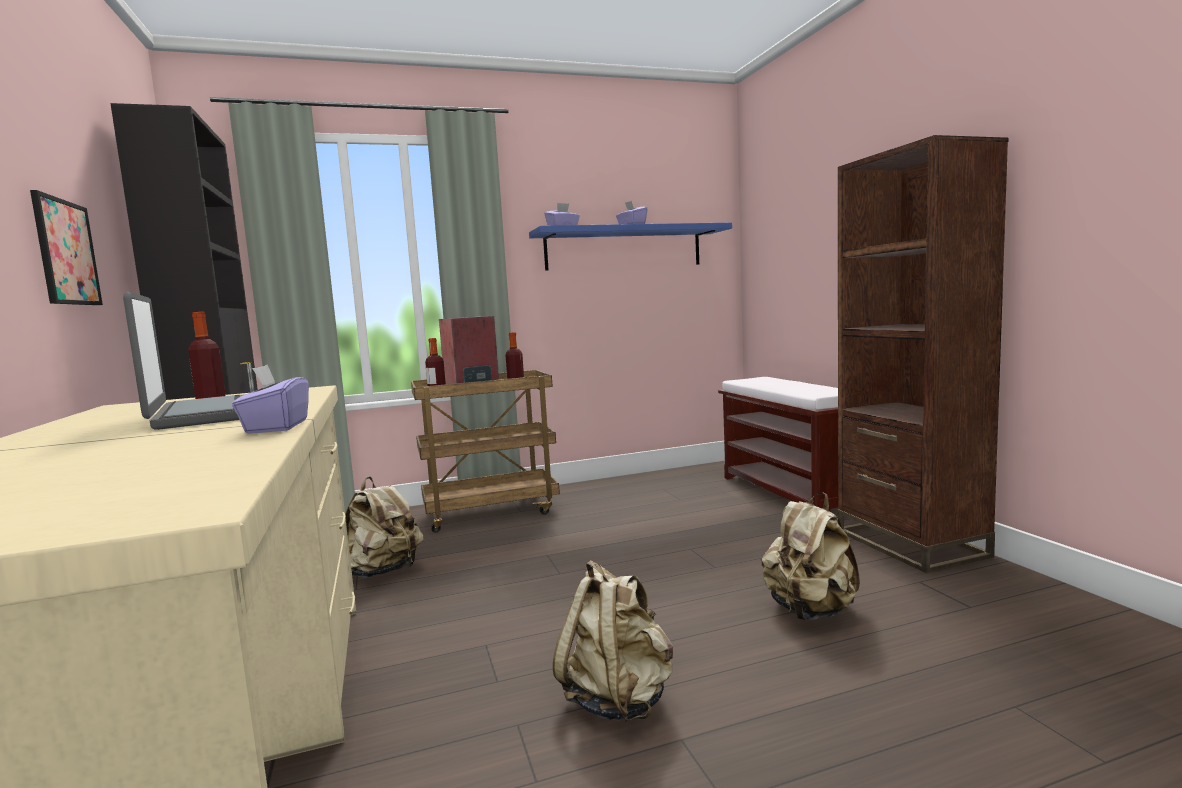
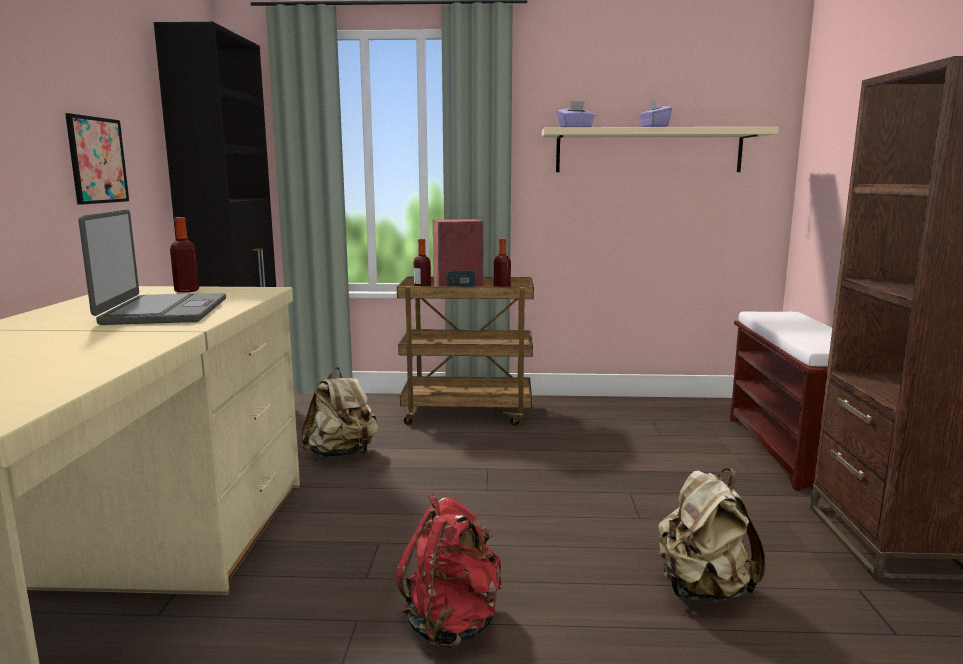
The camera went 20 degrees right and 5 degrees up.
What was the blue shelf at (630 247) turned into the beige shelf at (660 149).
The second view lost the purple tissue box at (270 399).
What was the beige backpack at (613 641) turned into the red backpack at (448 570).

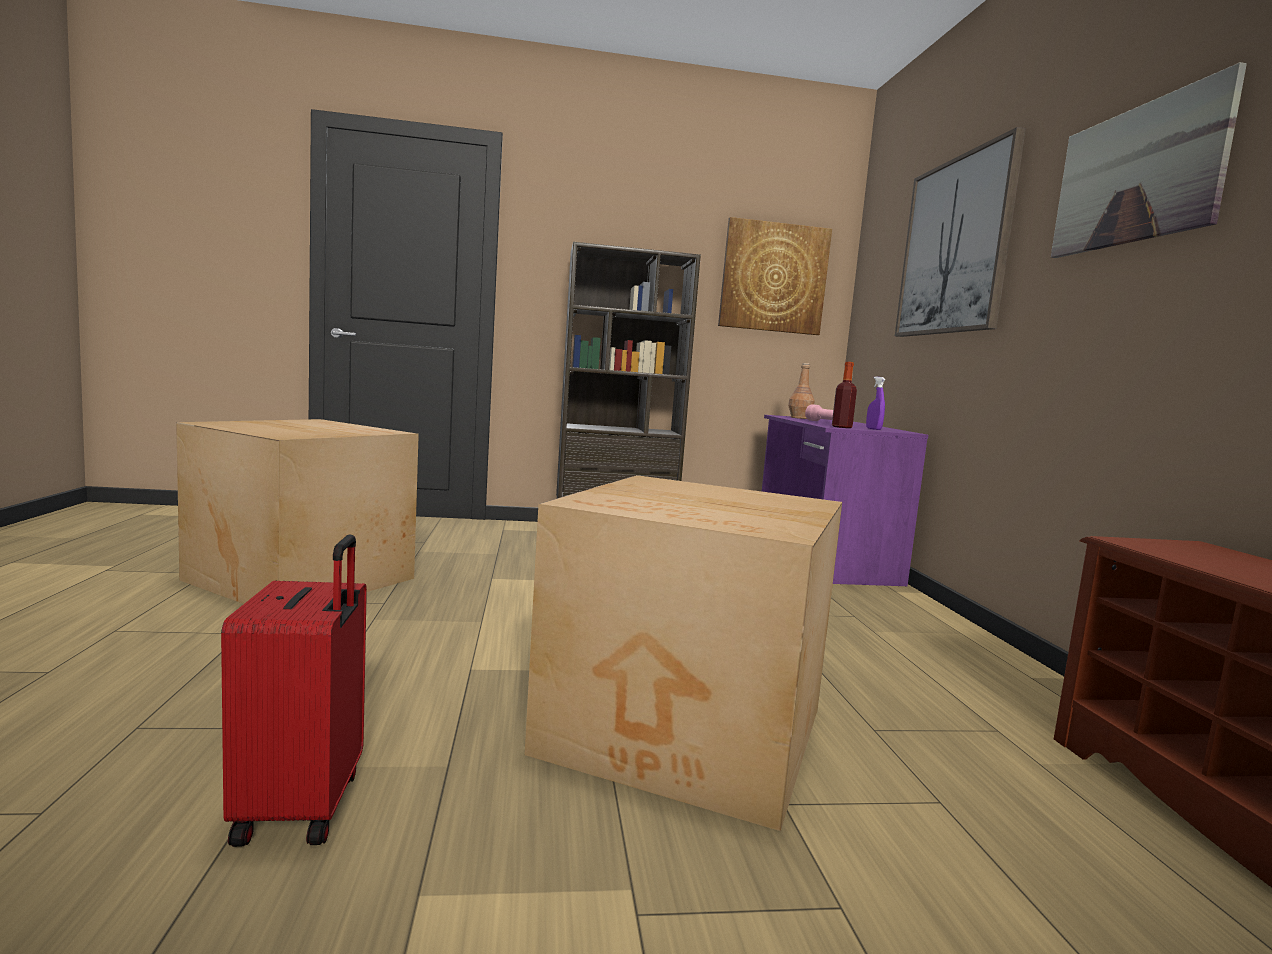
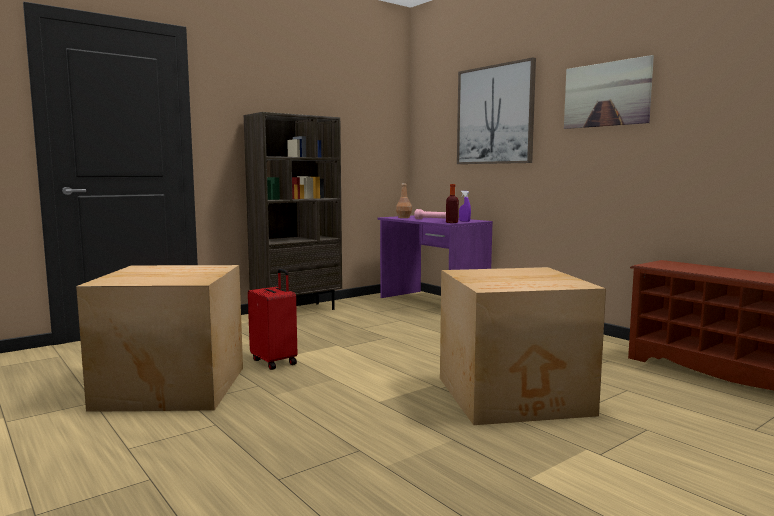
The camera went 30 degrees left and 0 degrees up.
The second view lost the picture at (775 276).
The red suitcase ended up elsewhere, having gone from (294 691) to (272 319).

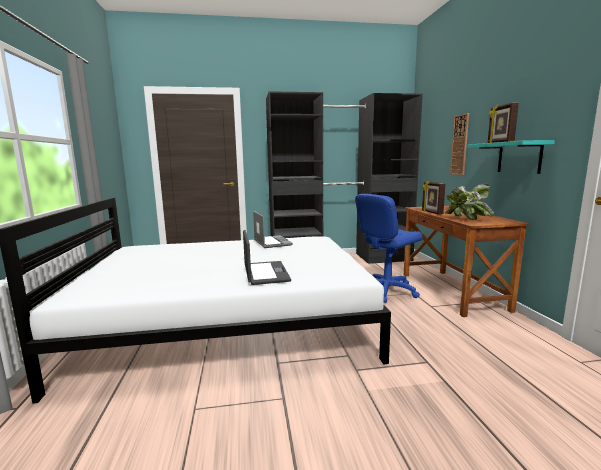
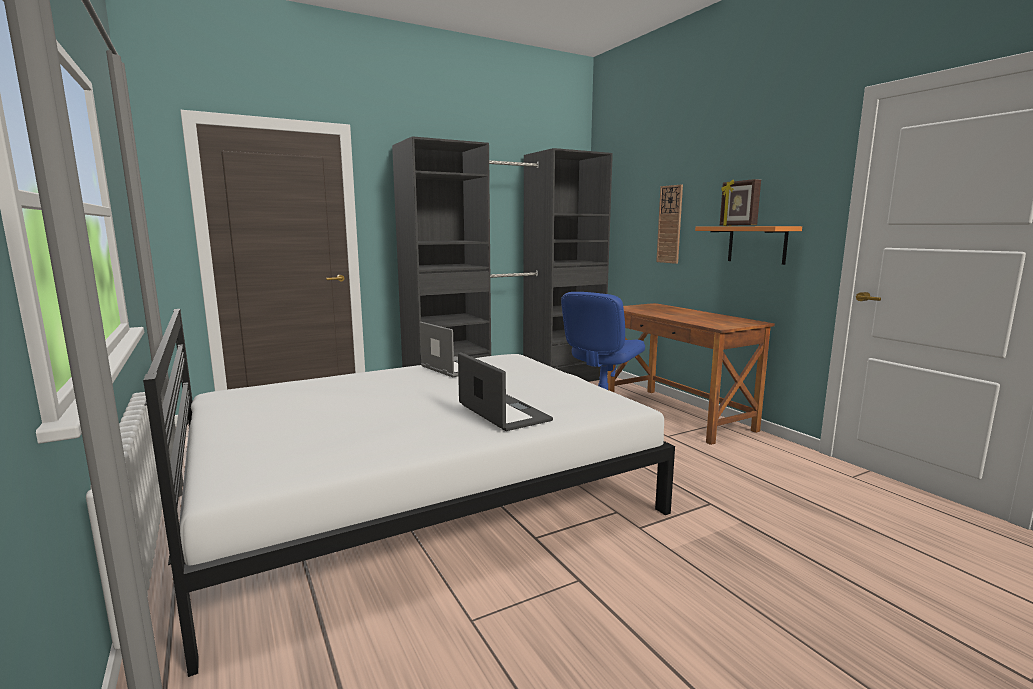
The camera went 20 degrees left and 0 degrees up.
What was the turquoise shelf at (511 157) turned into the orange shelf at (748 245).
The second view lost the picture frame at (434 198).
The second view lost the potted plant at (469 202).

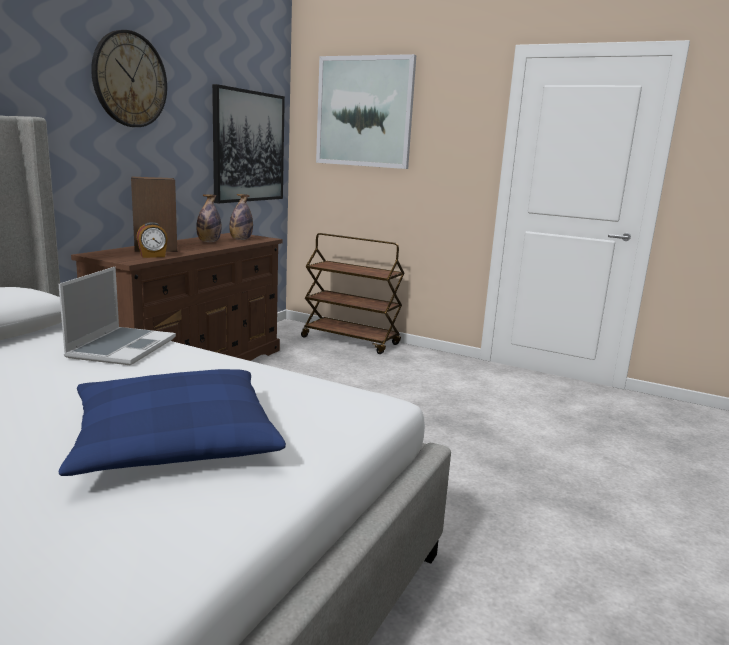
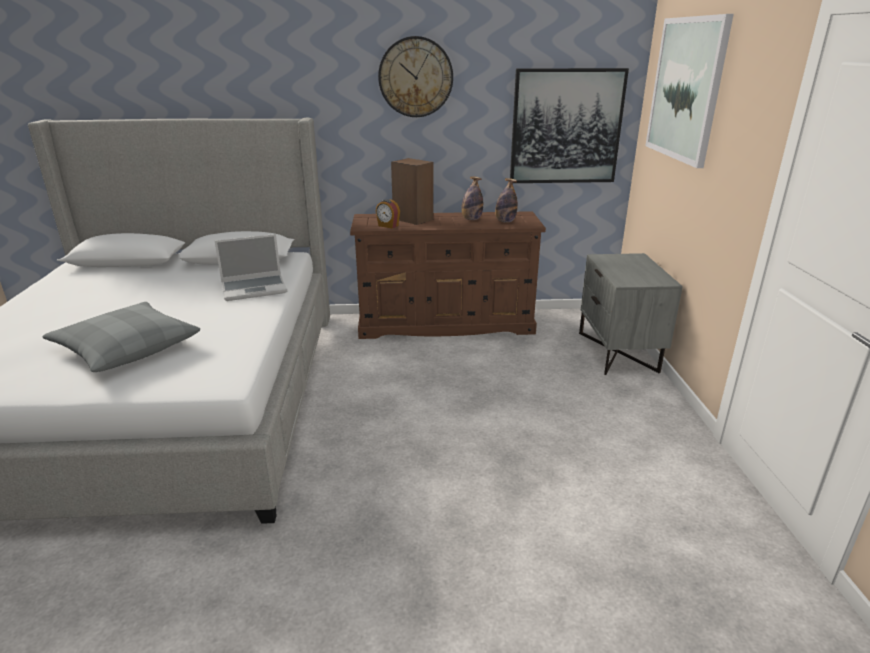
The camera went 60 degrees right and 10 degrees up.
Where the brown cart stood at (352 293), the grey nightstand came to stand at (631 314).
What was the blue pillow at (172 422) turned into the grey pillow at (121 337).

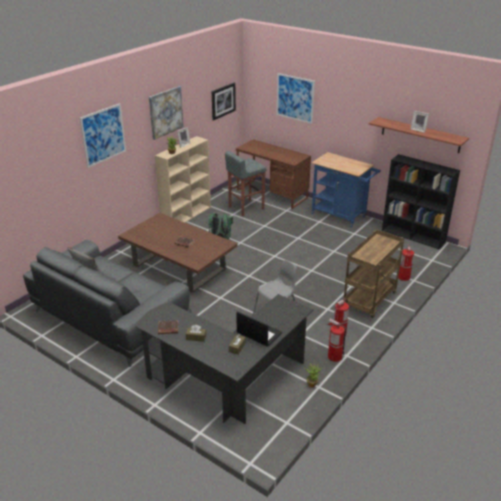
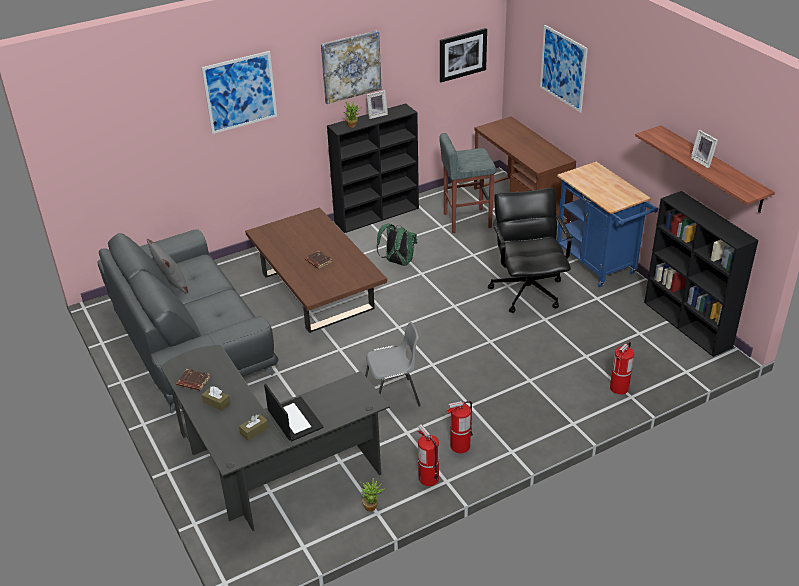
The camera went 25 degrees right and 5 degrees up.
What was the beige bookcase at (183 179) turned into the black bookcase at (373 168).
The second view lost the brown cart at (373 274).
The second view gained the black office chair at (529 250).

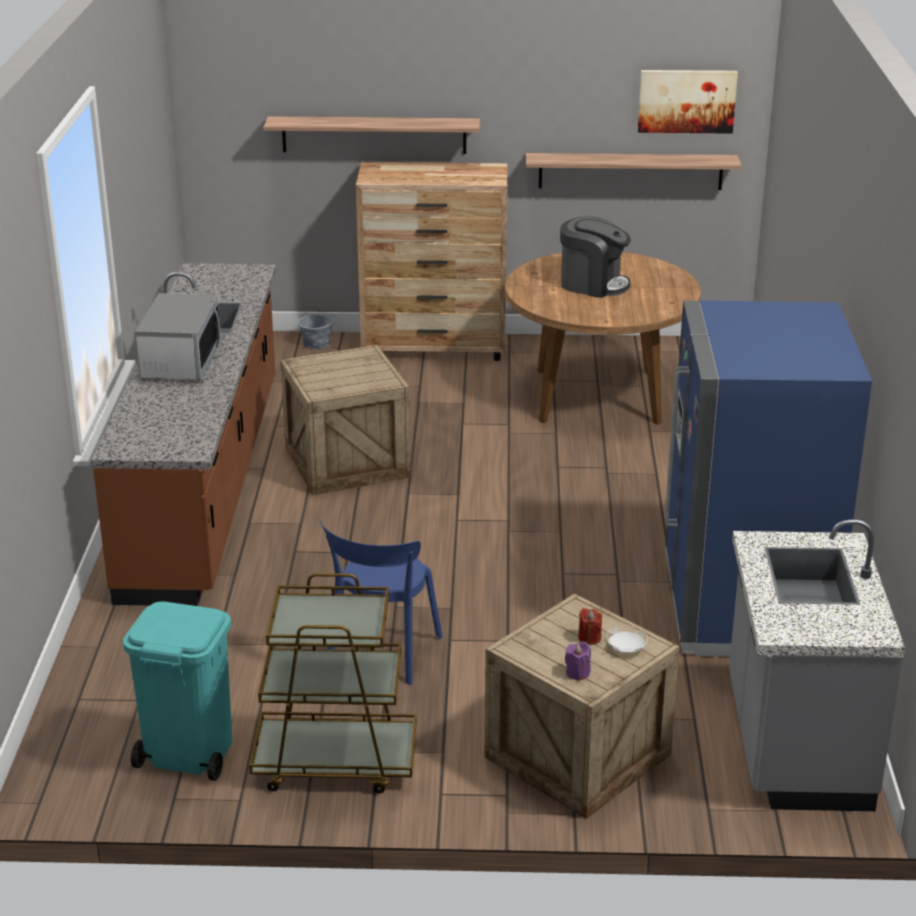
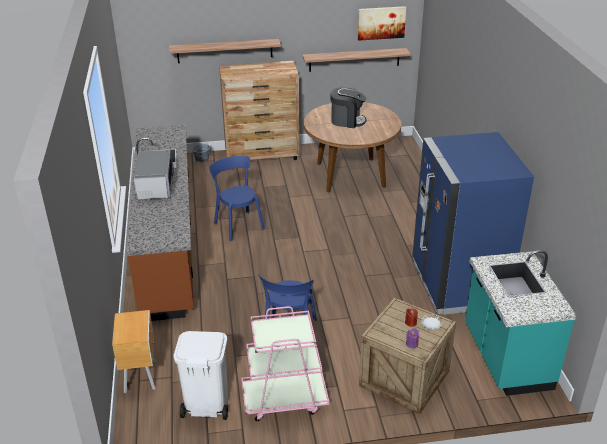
The camera went 10 degrees left and 5 degrees up.
Where the crate stood at (346 420), the blue chair came to stand at (237 198).
What was the grey counter at (817 665) turned into the turquoise counter at (520 323).
What was the brown cart at (333 683) turned into the pink cart at (285 363).
What was the turquoise trash can at (177 691) turned into the white trash can at (201 375).
The second view gained the brown nightstand at (134 351).

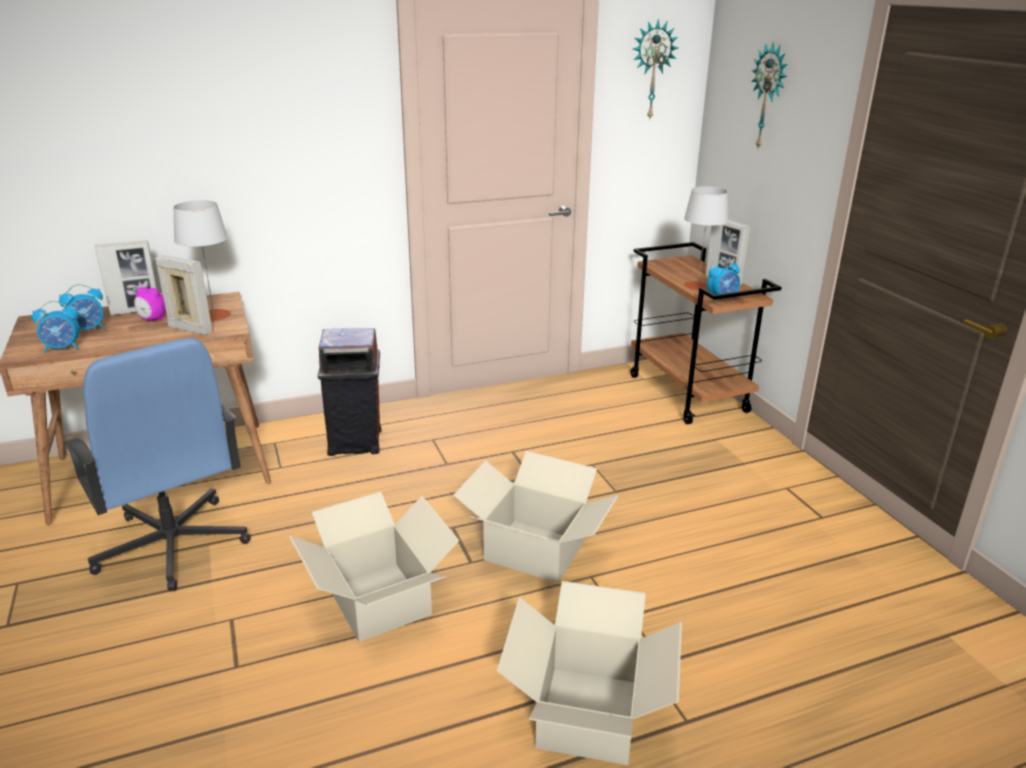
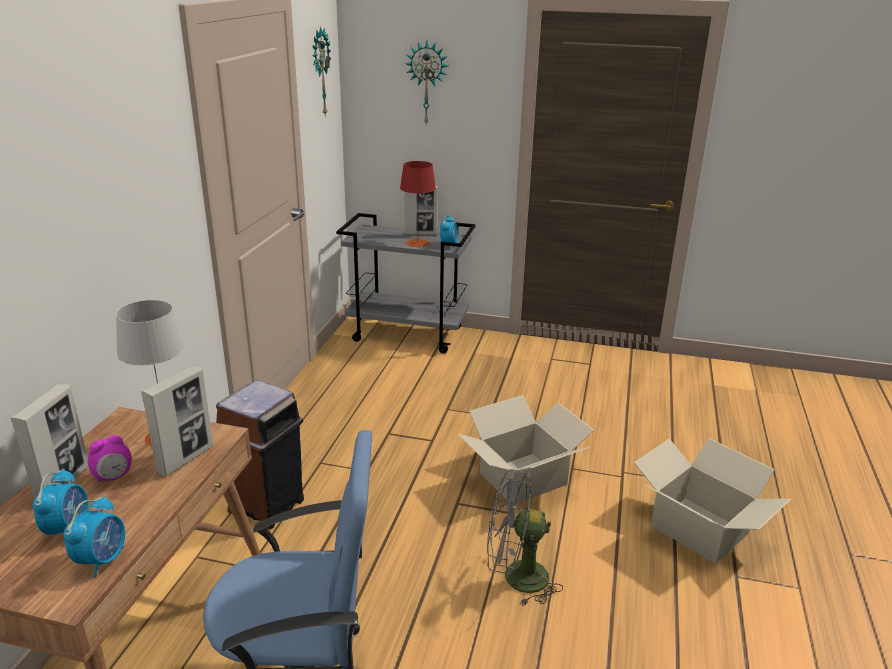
The camera went 55 degrees left and 0 degrees up.
What was the grey table lamp at (706 238) turned into the red table lamp at (418 204).
What was the brown cart at (706 333) turned into the grey cart at (405 283).
The picture frame at (184 295) ended up facing another way, 150 degrees clockwise from before.
Where the cardboard box stood at (374 566), the grey fan came to stand at (525 537).

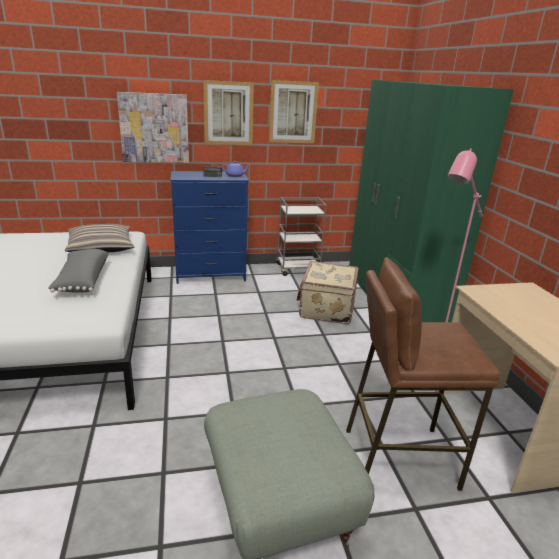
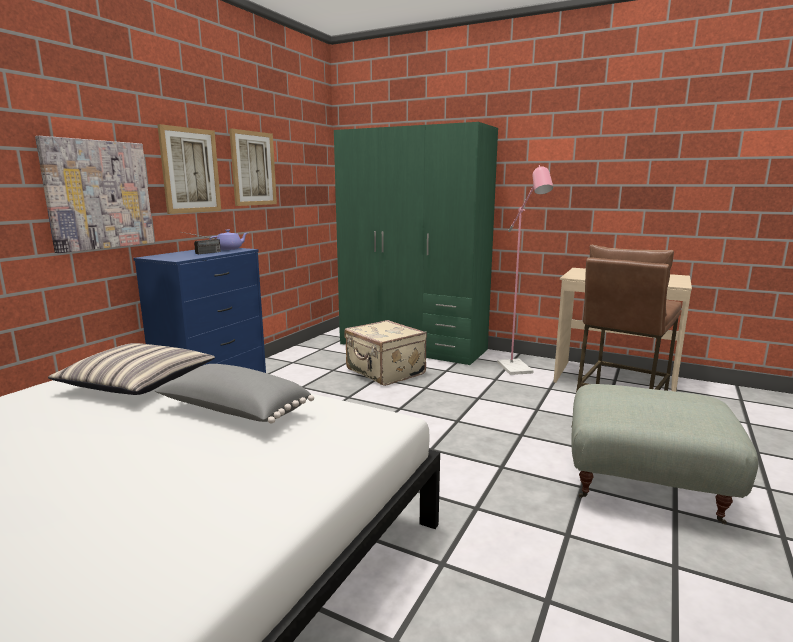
The camera went 50 degrees left and 10 degrees down.
The second view lost the grey cart at (301 236).

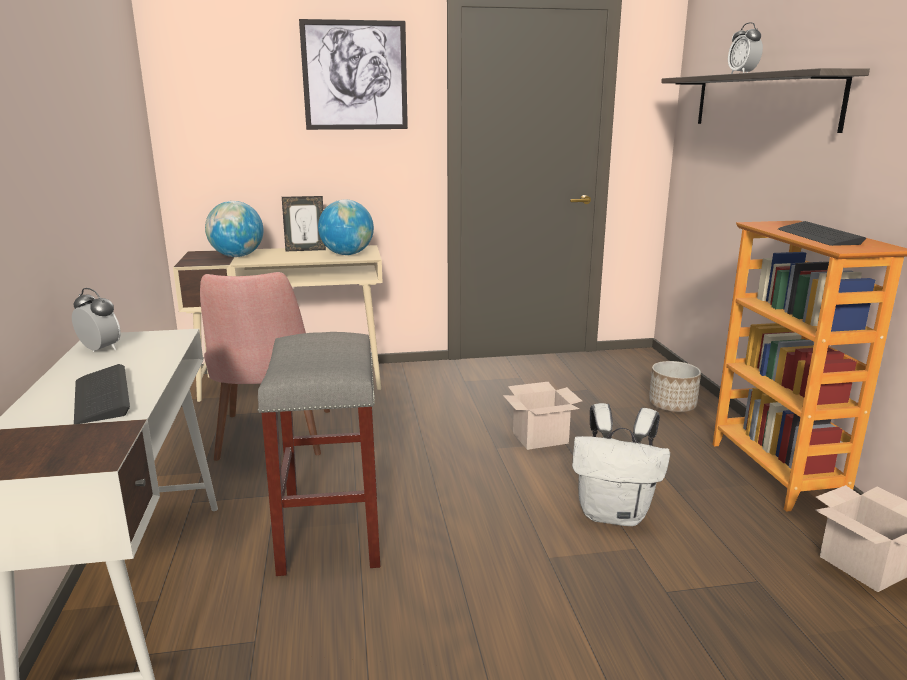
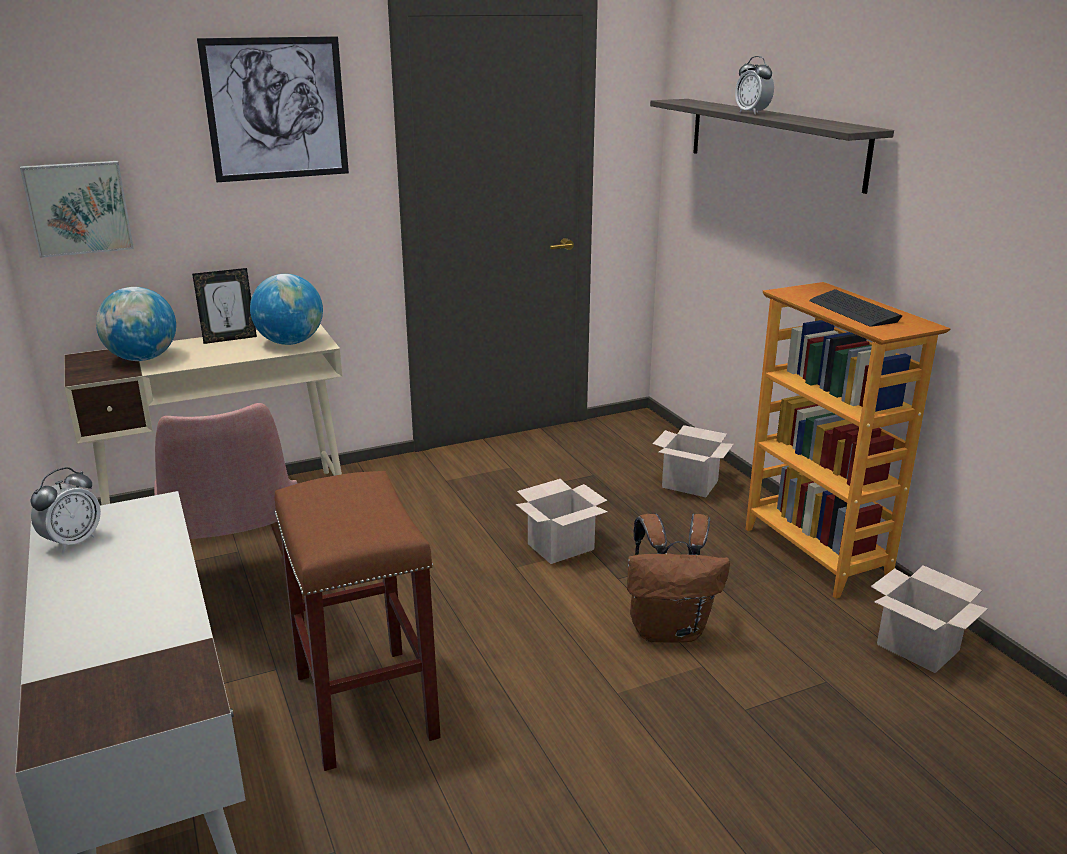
The camera went 15 degrees left and 5 degrees up.
The alarm clock at (96 320) ended up facing another way, 105 degrees clockwise from before.
What was the grey stool at (319 454) turned into the brown stool at (358 621).
Where the planter stood at (675 386), the cardboard box came to stand at (693 461).
The second view lost the keyboard at (102 394).
What was the white backpack at (621 464) turned into the brown backpack at (678 578).
The second view gained the picture at (77 209).

